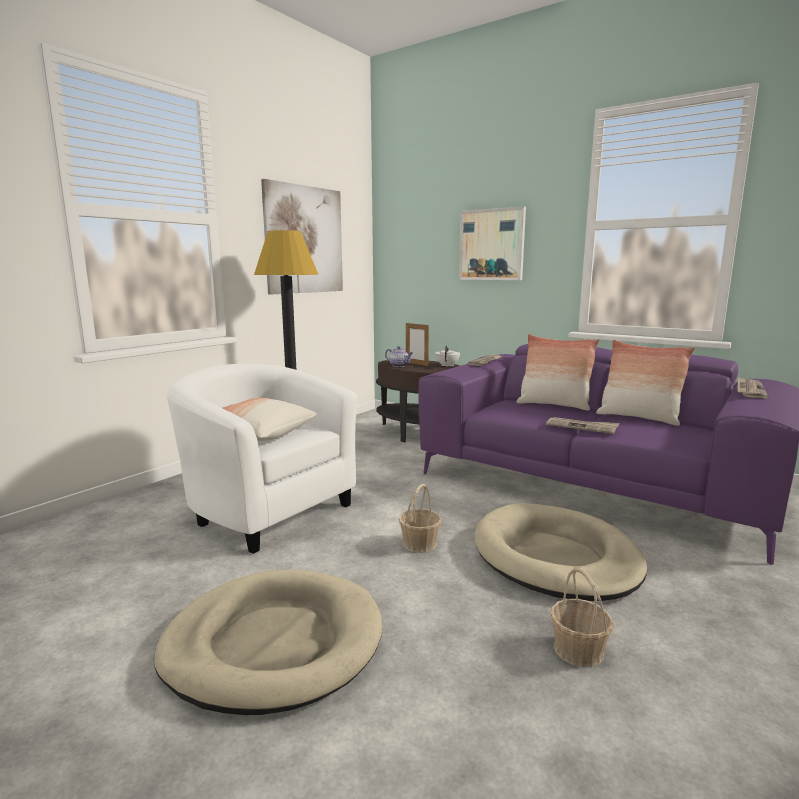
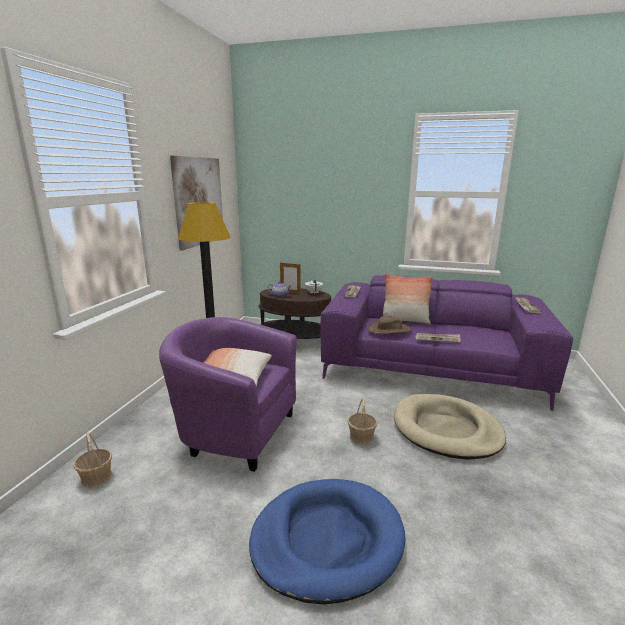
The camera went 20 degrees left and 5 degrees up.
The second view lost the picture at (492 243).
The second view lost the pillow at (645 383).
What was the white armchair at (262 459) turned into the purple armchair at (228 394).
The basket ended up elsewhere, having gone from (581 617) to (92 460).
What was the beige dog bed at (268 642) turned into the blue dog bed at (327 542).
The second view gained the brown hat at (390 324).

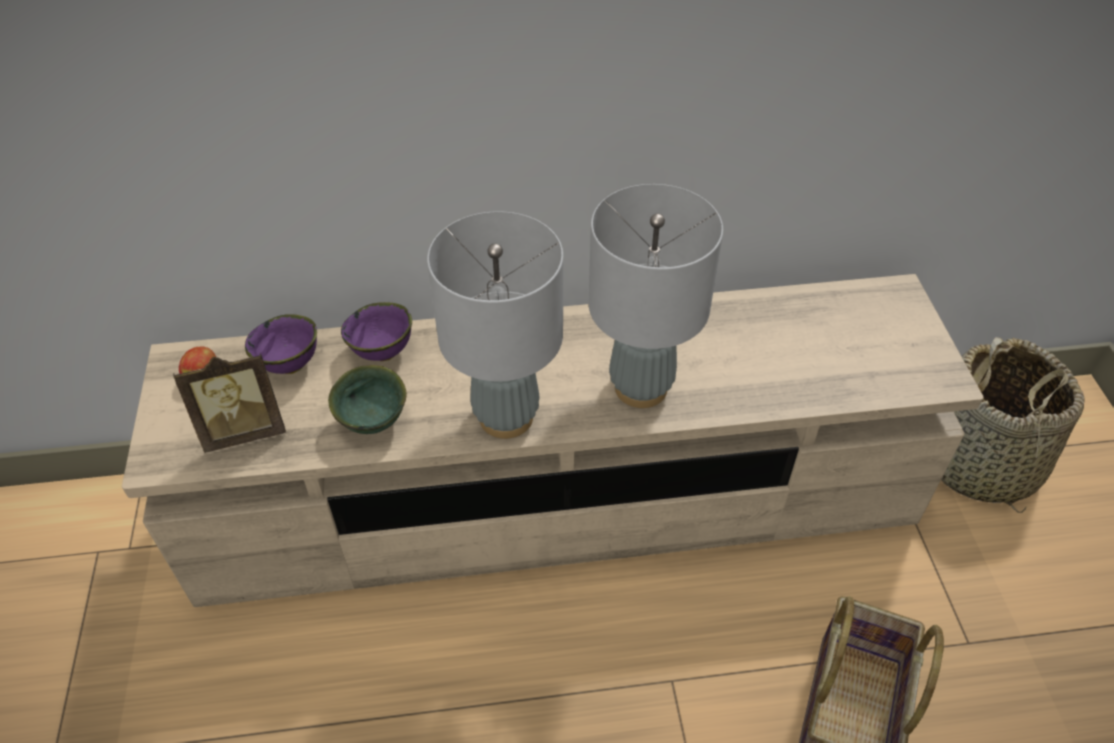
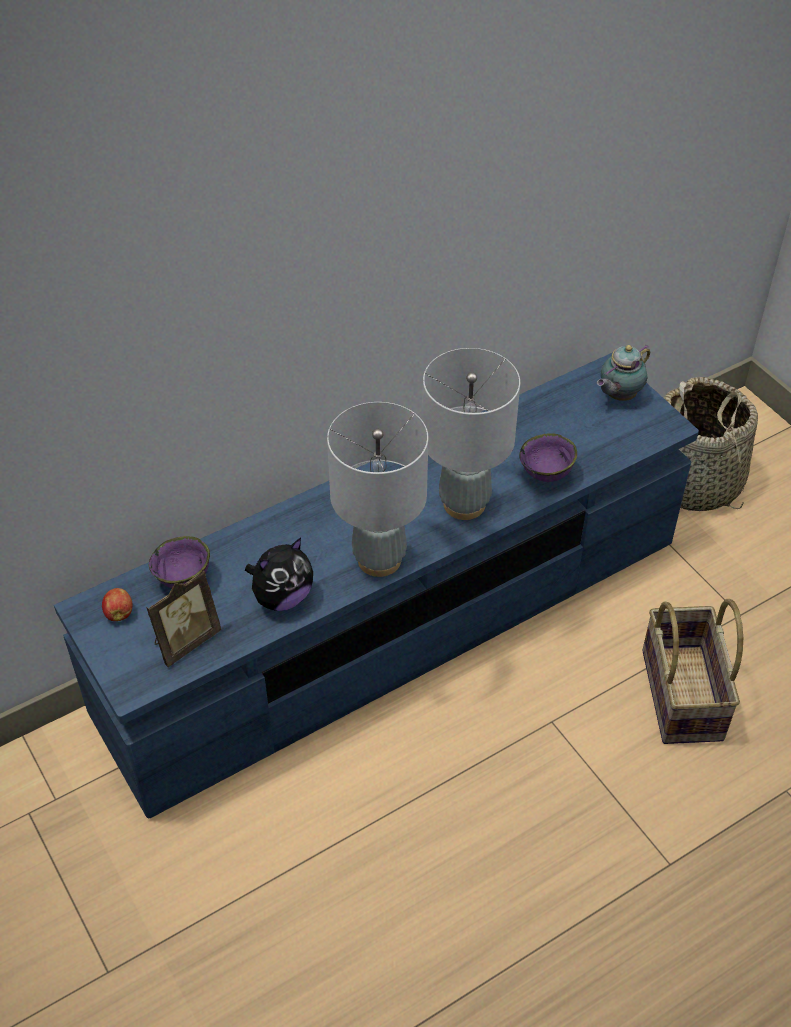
The camera went 25 degrees left and 0 degrees up.
What was the beige tv stand at (553 440) turned into the blue tv stand at (376 585).
The purple bowl ended up elsewhere, having gone from (376 331) to (548 457).
Where the green bowl stood at (367 399), the plush toy came to stand at (279 574).
The second view gained the teapot at (623 373).

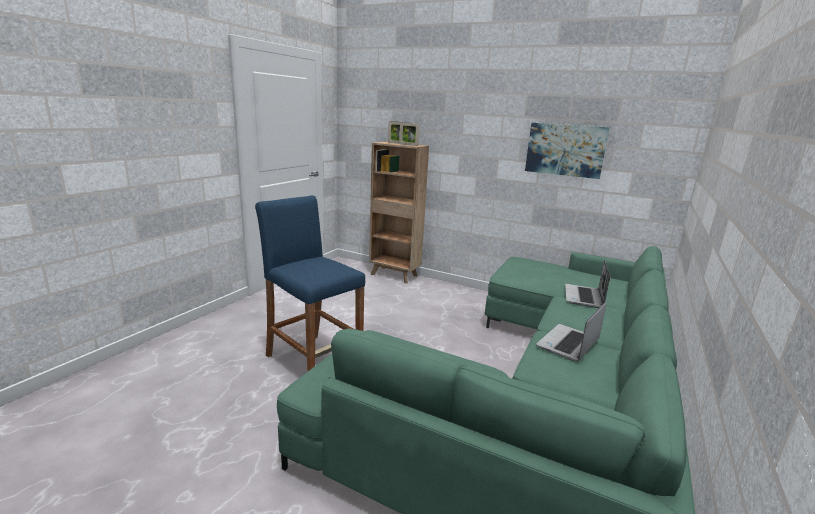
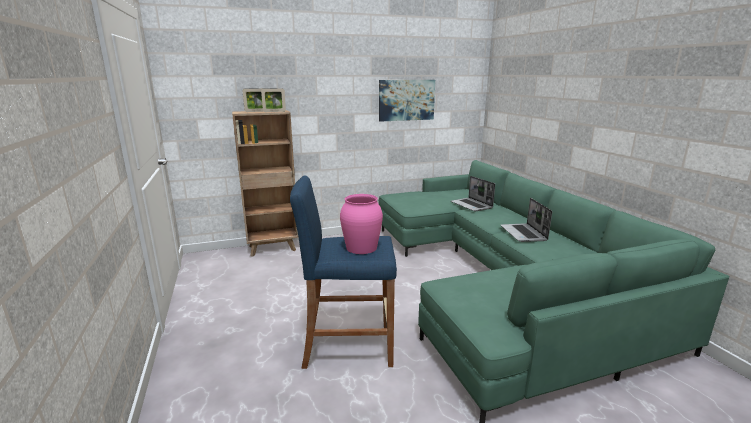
The camera went 45 degrees left and 0 degrees up.
The second view gained the pink vase at (361 224).

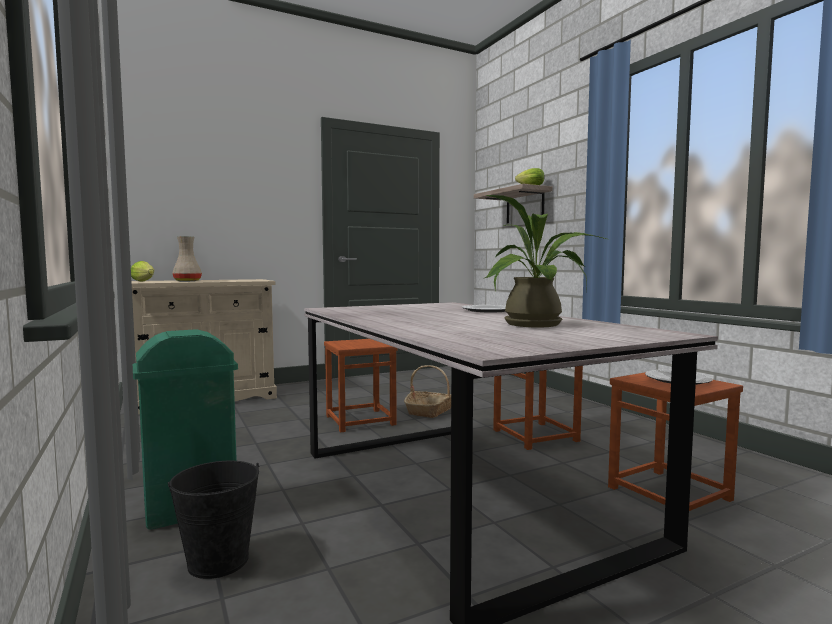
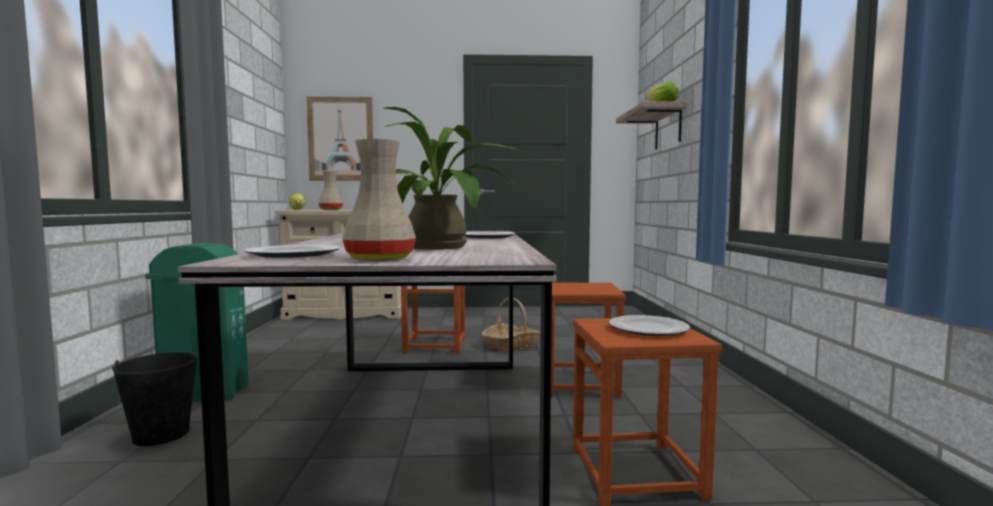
The camera went 25 degrees right and 0 degrees up.
The second view gained the picture at (340 139).
The second view gained the beige vase at (379 200).
The second view gained the plate at (292 251).

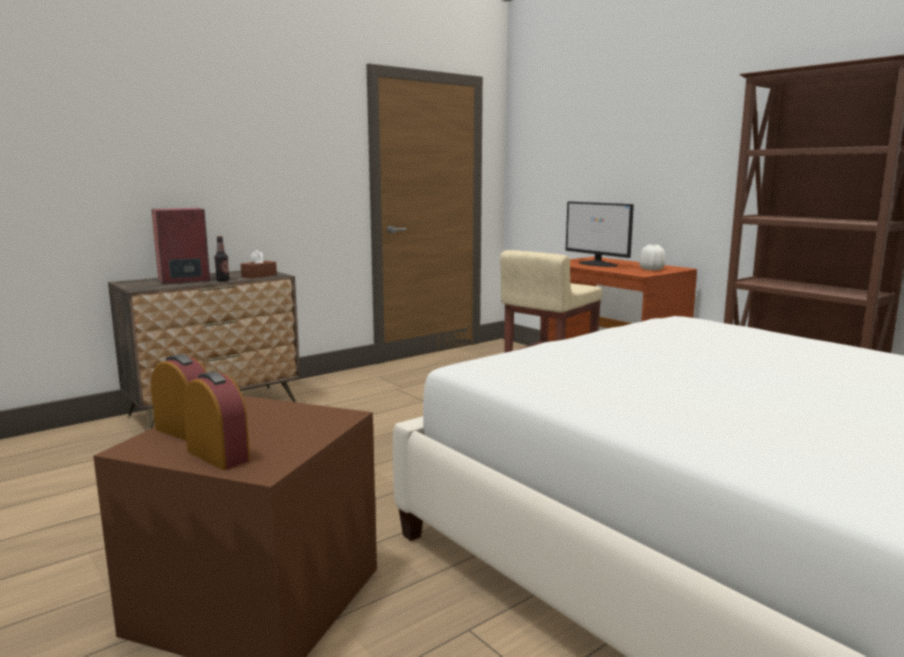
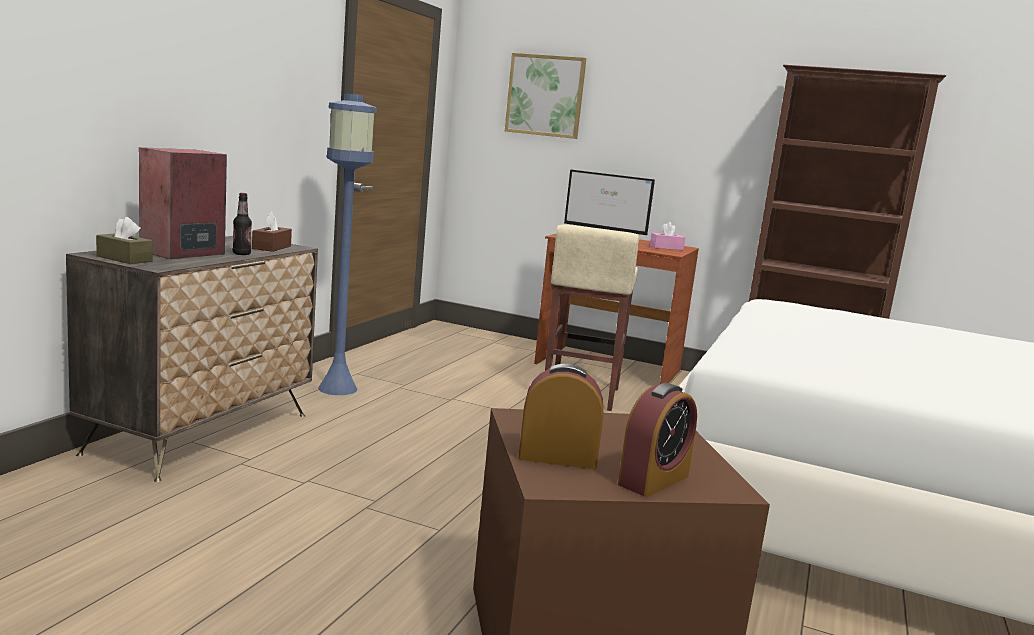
The camera went 30 degrees left and 0 degrees up.
Where the white vase stood at (652 257), the pink tissue box came to stand at (667 236).
The alarm clock at (216 420) ended up facing another way, 120 degrees clockwise from before.
The second view gained the picture at (546 96).
The second view gained the blue floor lamp at (347 244).
The second view gained the brown tissue box at (124 240).

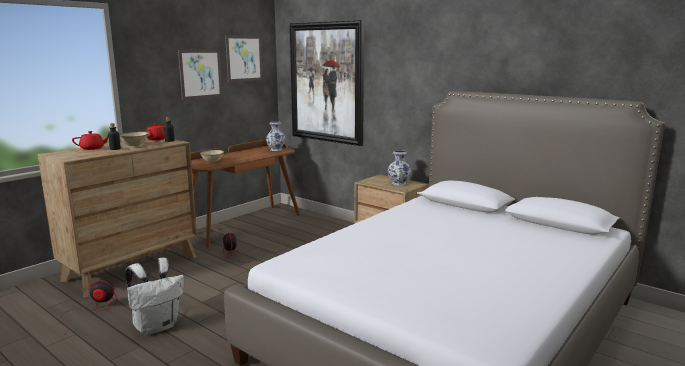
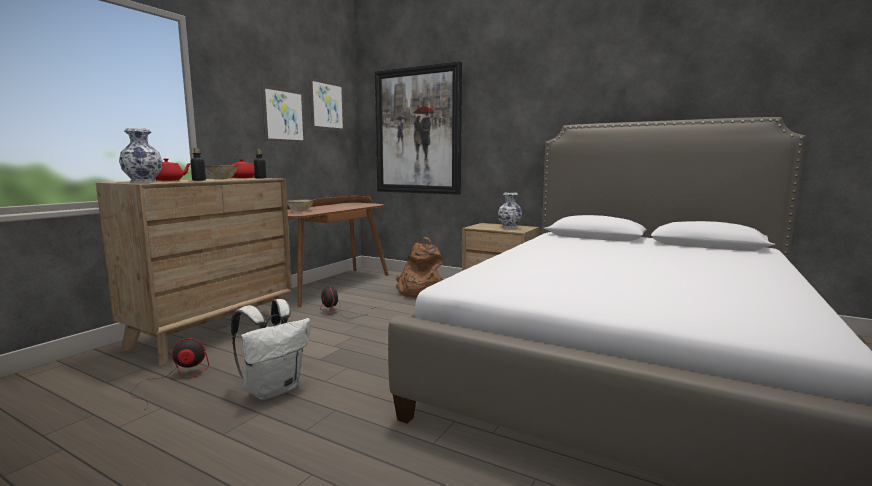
The camera went 10 degrees left and 5 degrees down.
The vase ended up elsewhere, having gone from (275 136) to (141 155).
The second view gained the brown backpack at (420 267).

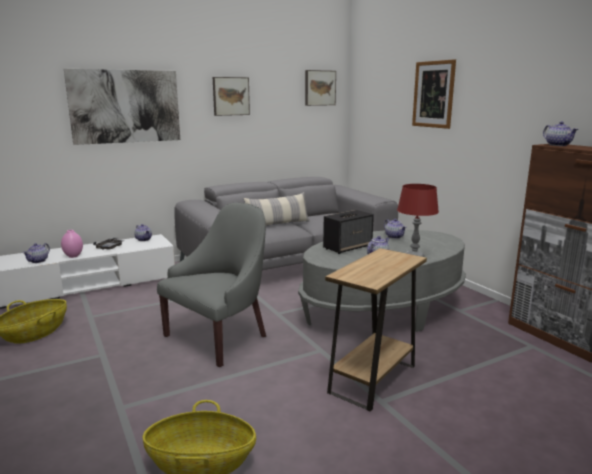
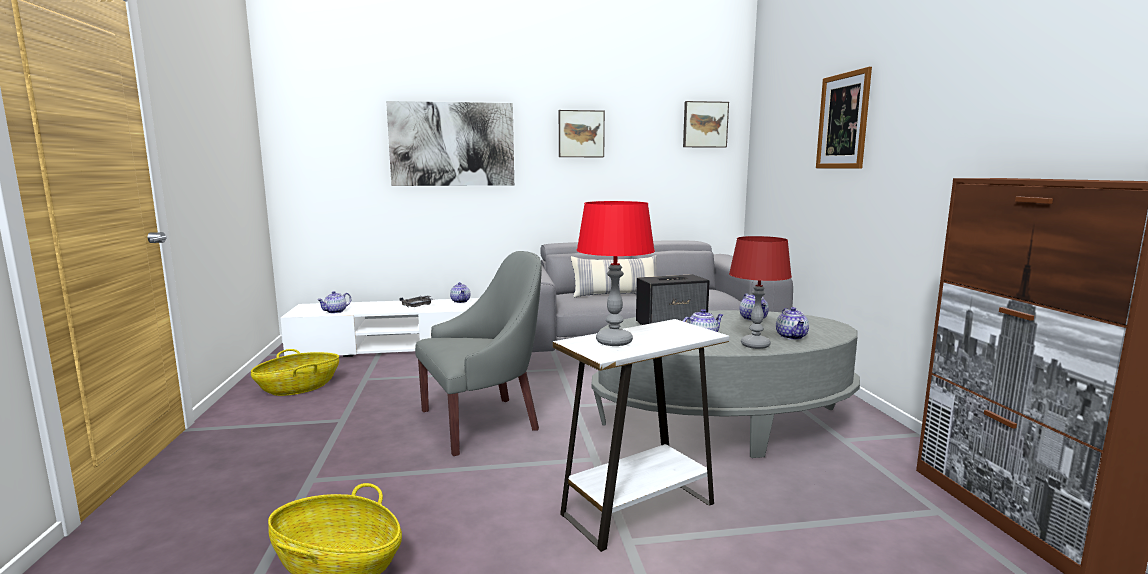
The camera went 20 degrees right and 5 degrees down.
The teapot ended up elsewhere, having gone from (560 133) to (792 323).
The second view lost the pink vase at (72 244).
What was the brown side table at (376 330) turned into the white side table at (641 435).
The second view gained the red table lamp at (616 273).

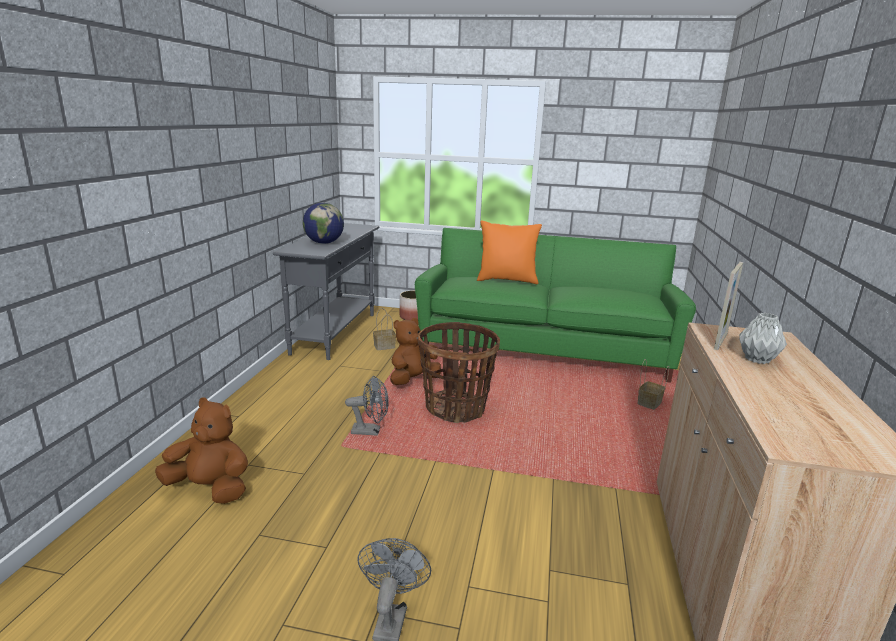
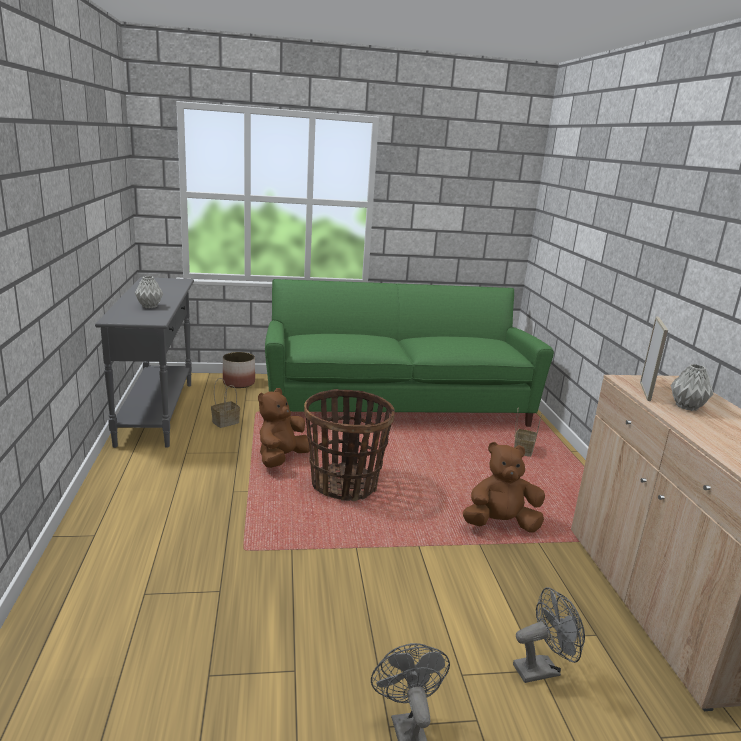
The camera went 20 degrees left and 0 degrees up.
Where the globe stood at (323 223), the grey vase came to stand at (149 292).
The second view lost the orange pillow at (509 252).
The grey fan ended up elsewhere, having gone from (367 406) to (549 635).
The brown plush toy ended up elsewhere, having gone from (201 450) to (504 487).

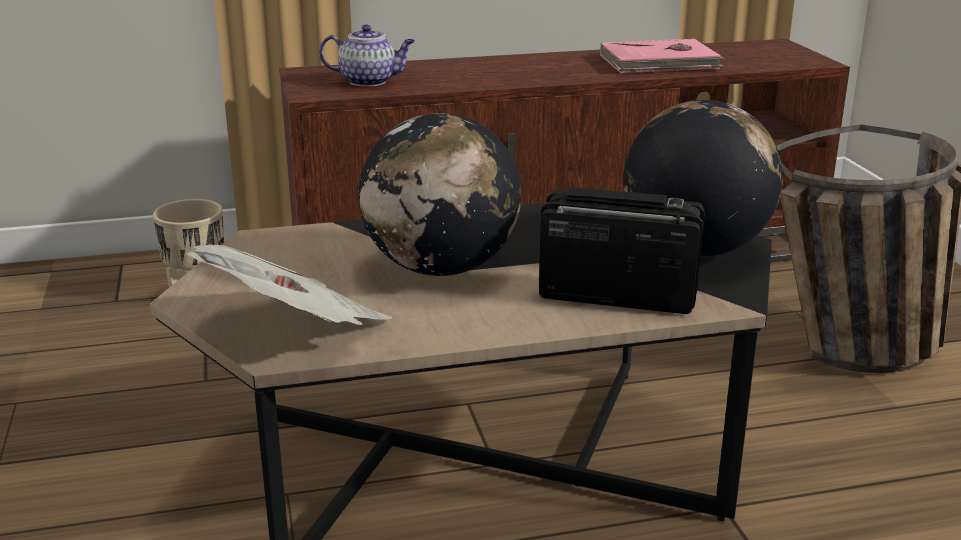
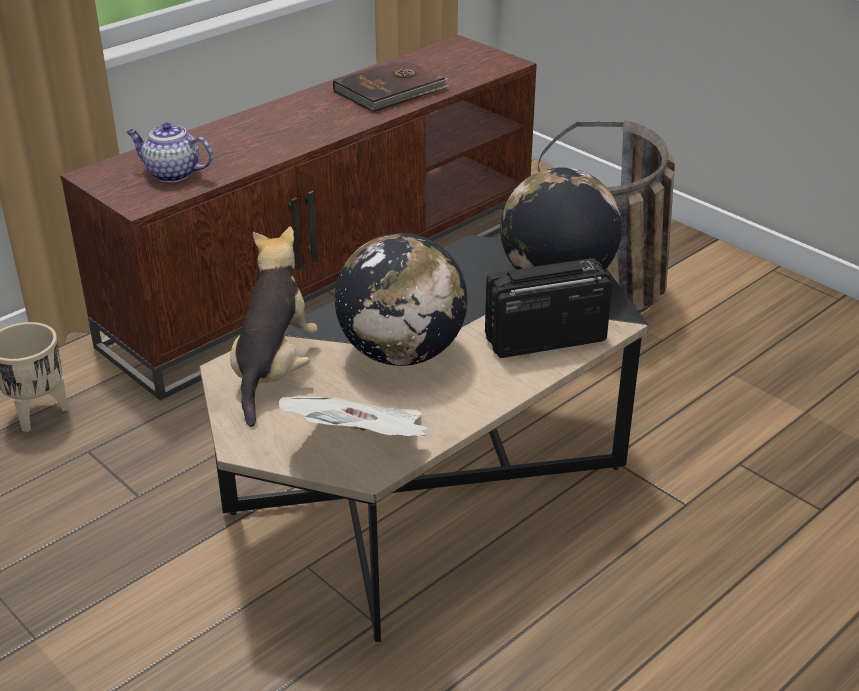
The camera went 30 degrees left and 10 degrees up.
The teapot at (367 56) ended up facing another way, 135 degrees counterclockwise from before.
What was the pink book at (662 56) turned into the brown book at (391 85).
The second view gained the plush toy at (274 326).

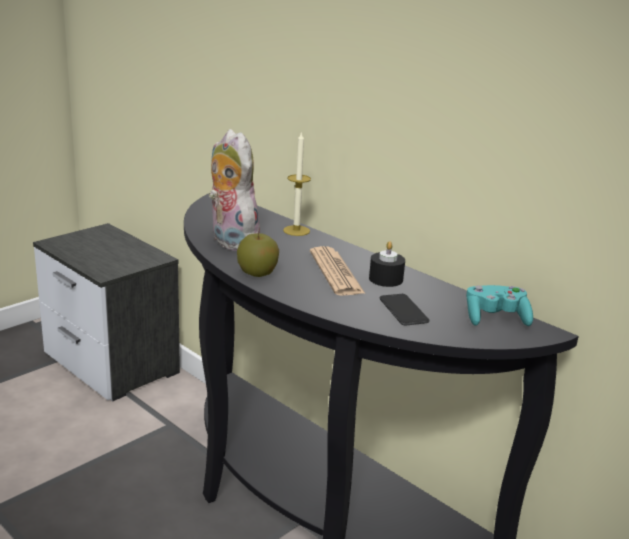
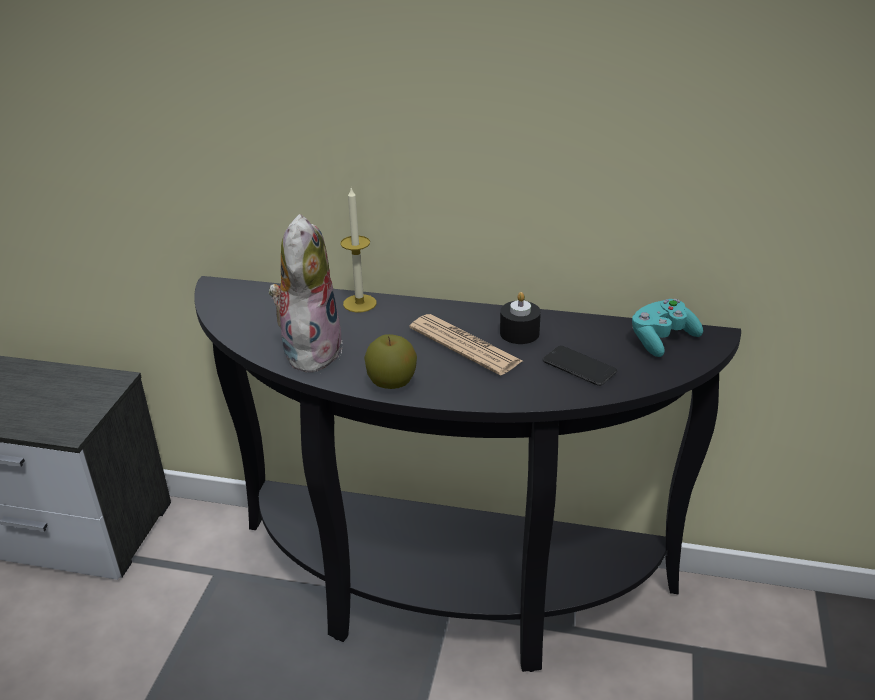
The camera went 30 degrees left and 10 degrees up.
The plush toy at (234 190) ended up facing another way, 75 degrees clockwise from before.

